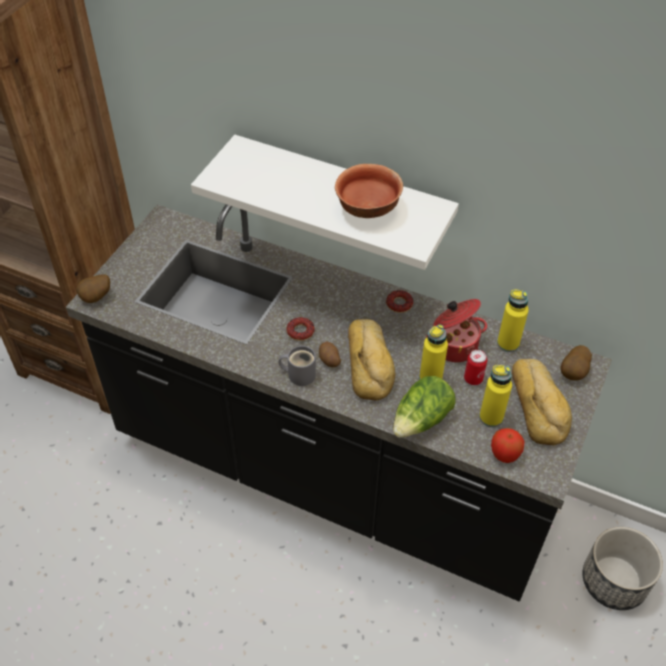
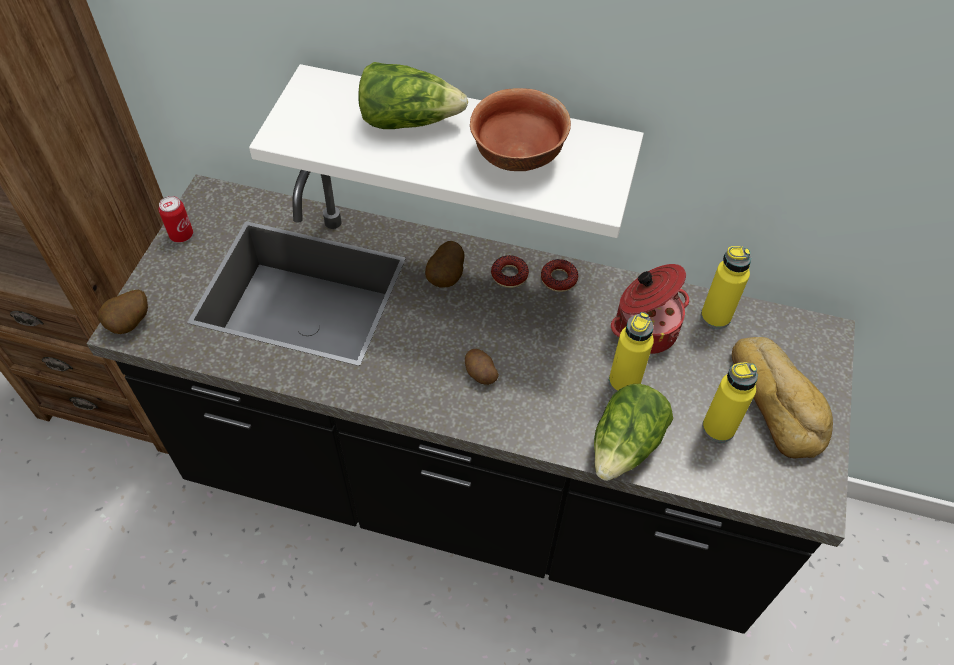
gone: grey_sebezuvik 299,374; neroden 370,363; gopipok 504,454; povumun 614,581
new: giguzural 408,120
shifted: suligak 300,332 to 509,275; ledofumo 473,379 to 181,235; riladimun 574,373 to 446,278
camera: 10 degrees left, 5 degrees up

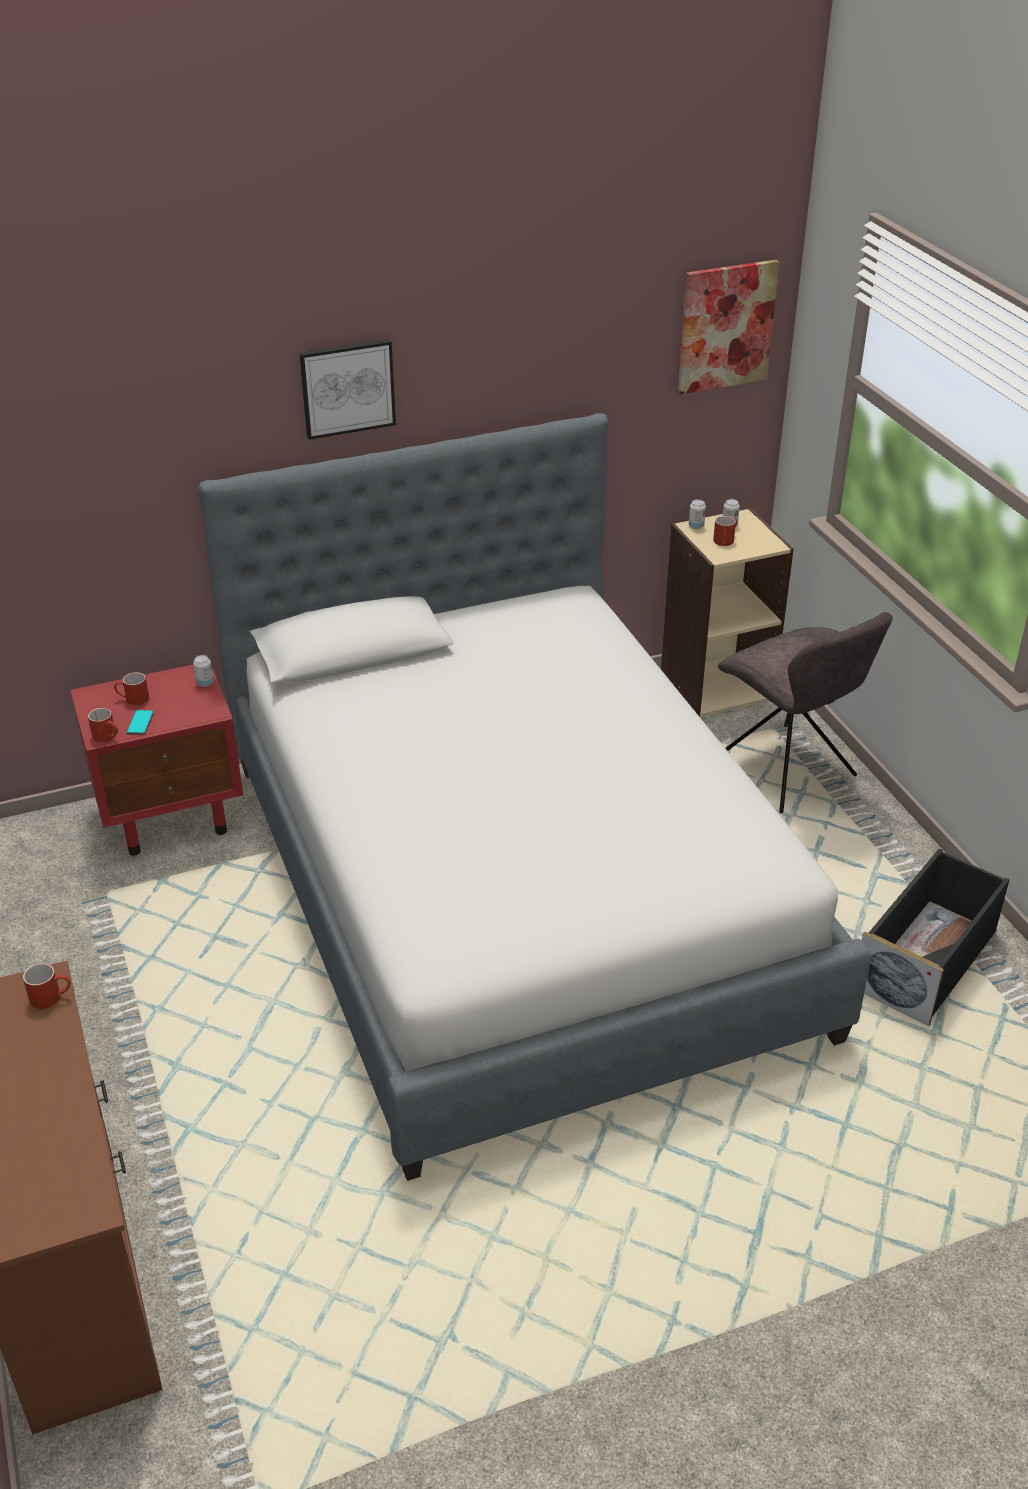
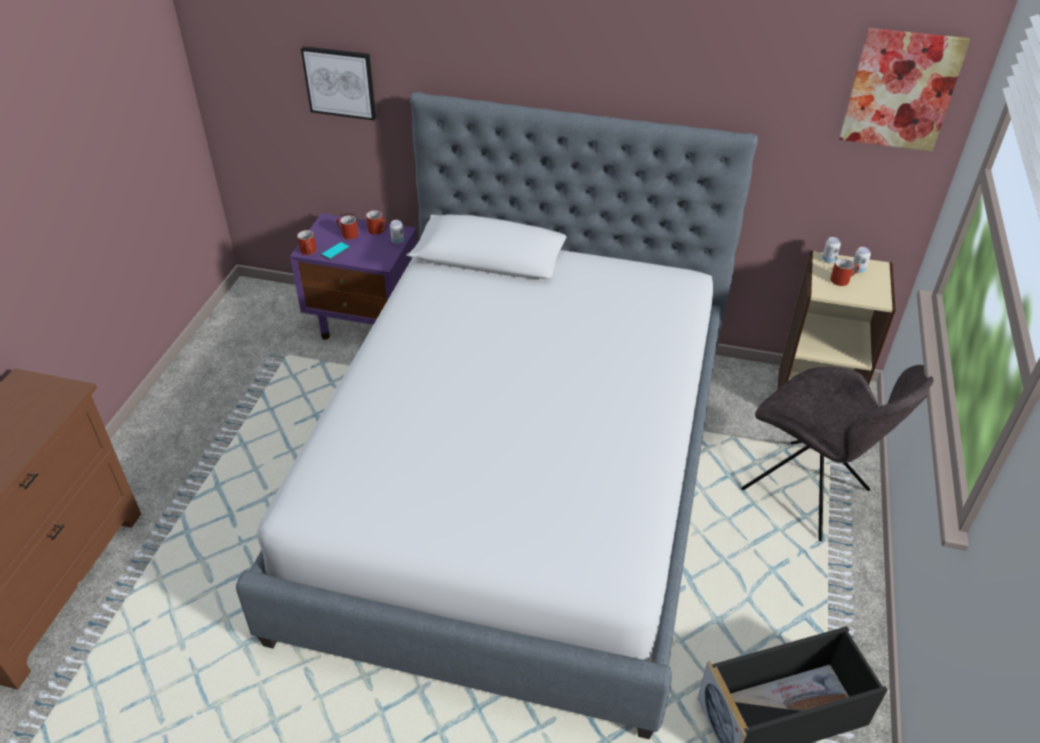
shifted: red_sebezuvik 51,996 to 379,230; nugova 347,388 to 340,82
repainted: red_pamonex 172,816 to purple_pamonex 366,324
rotated: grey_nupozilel 787,771 = 809,493 45 degrees counterclockwise
camera: 35 degrees right, 5 degrees up

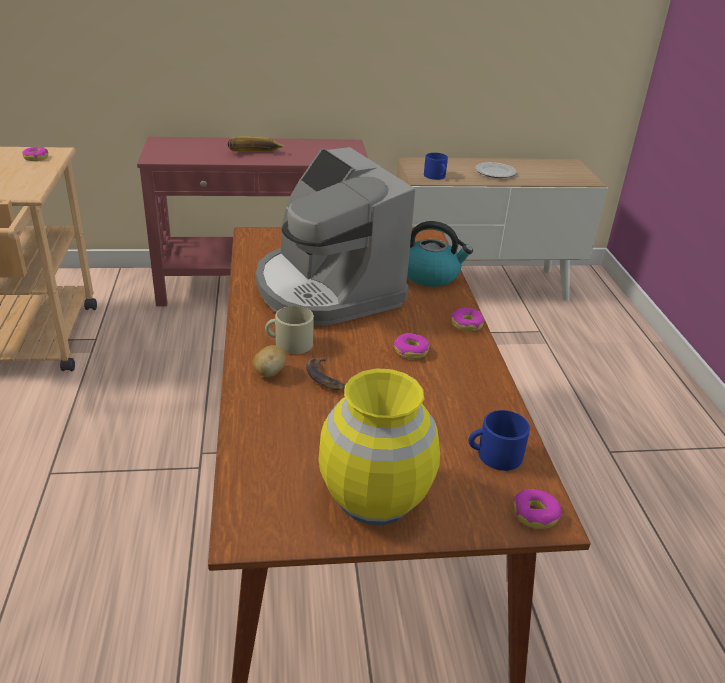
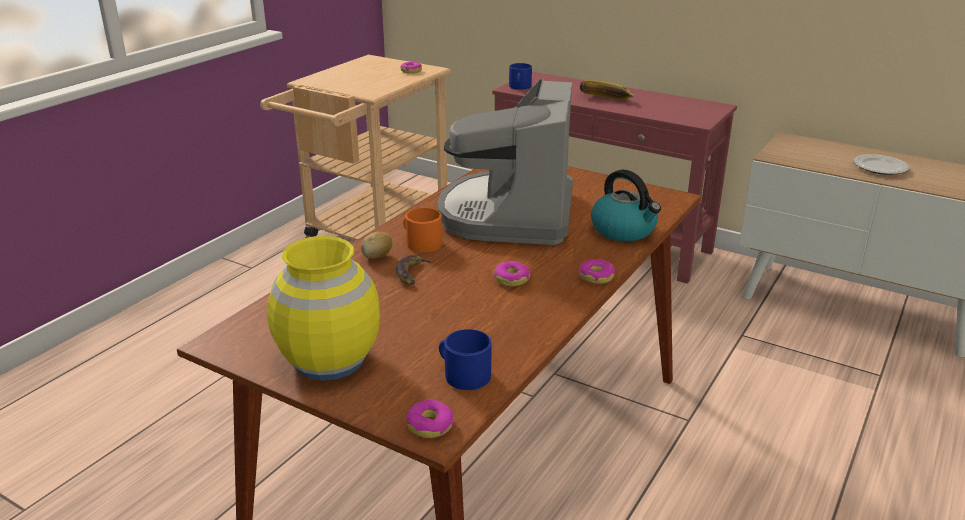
shifted: blue_sebezuvik 436,176 to 519,87
repainted: beige_sebezuvik 289,343 to orange_sebezuvik 420,242
camera: 40 degrees right, 5 degrees down

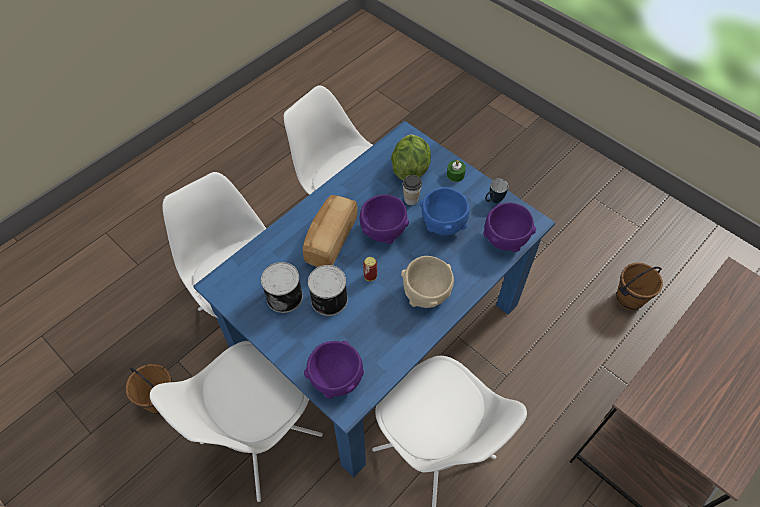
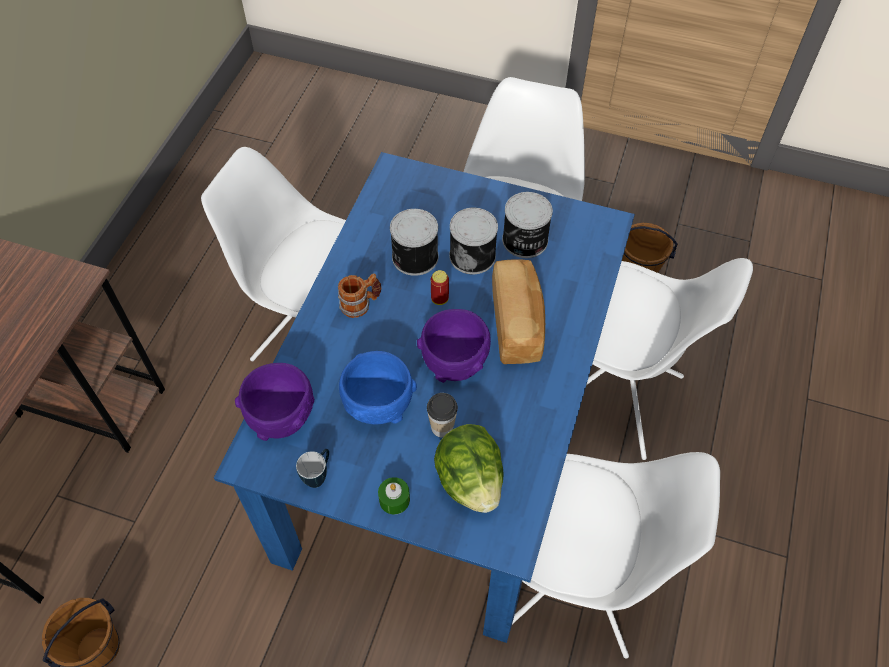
gone: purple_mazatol 336,379
new: ledofumo 413,257
swapped: beige_mazatol 426,294 to sebezuvik 361,304
camera: 155 degrees right, 0 degrees up

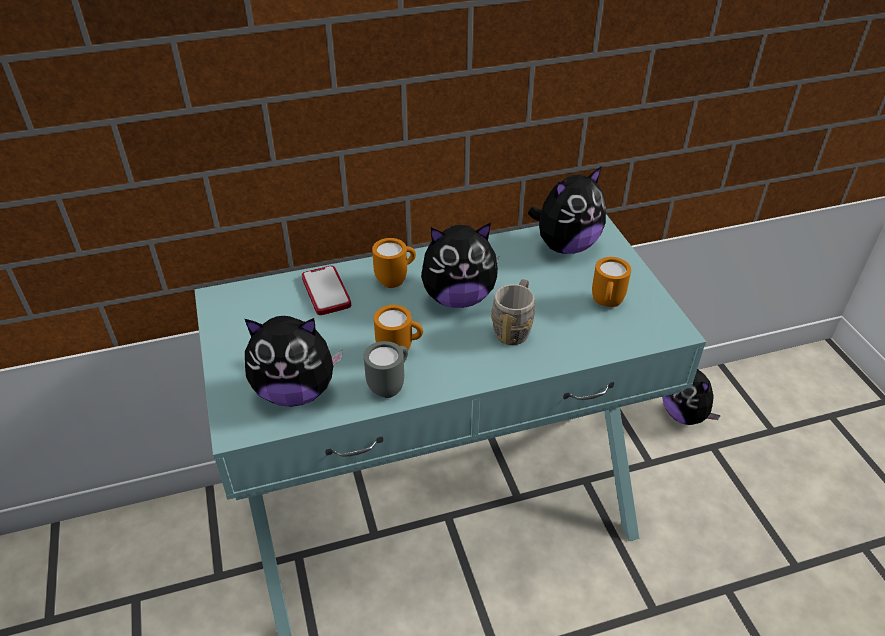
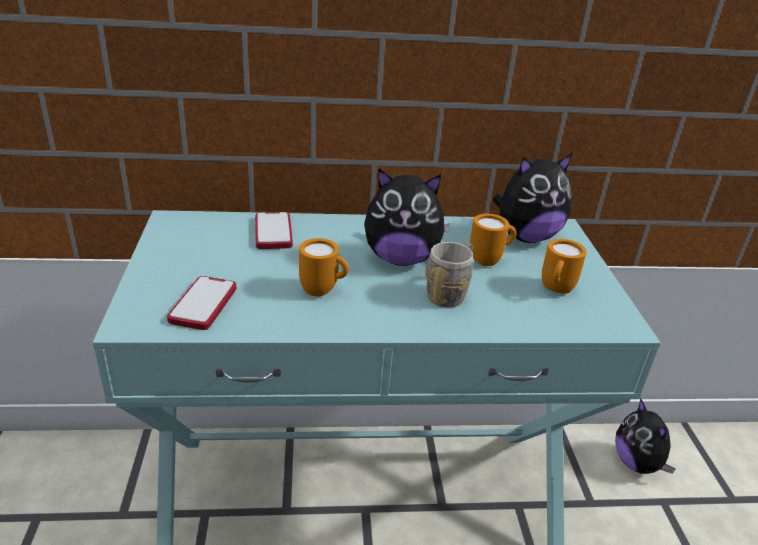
gone: grey_sebezuvik 390,386
shifted: orange_sebezuvik 396,280 to 489,260
swapped: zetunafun 295,391 to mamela 203,304
camera: 10 degrees right, 10 degrees down

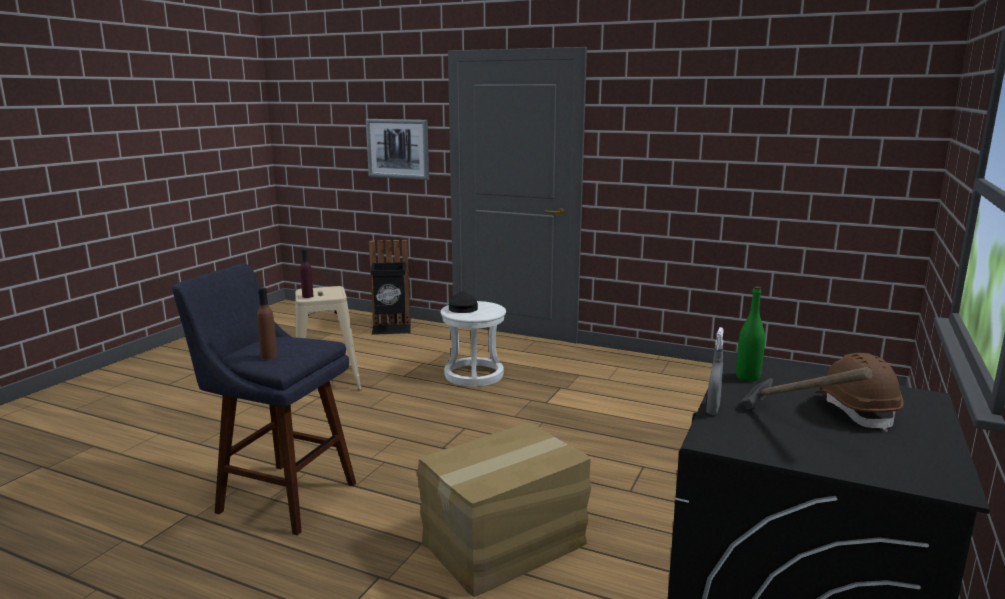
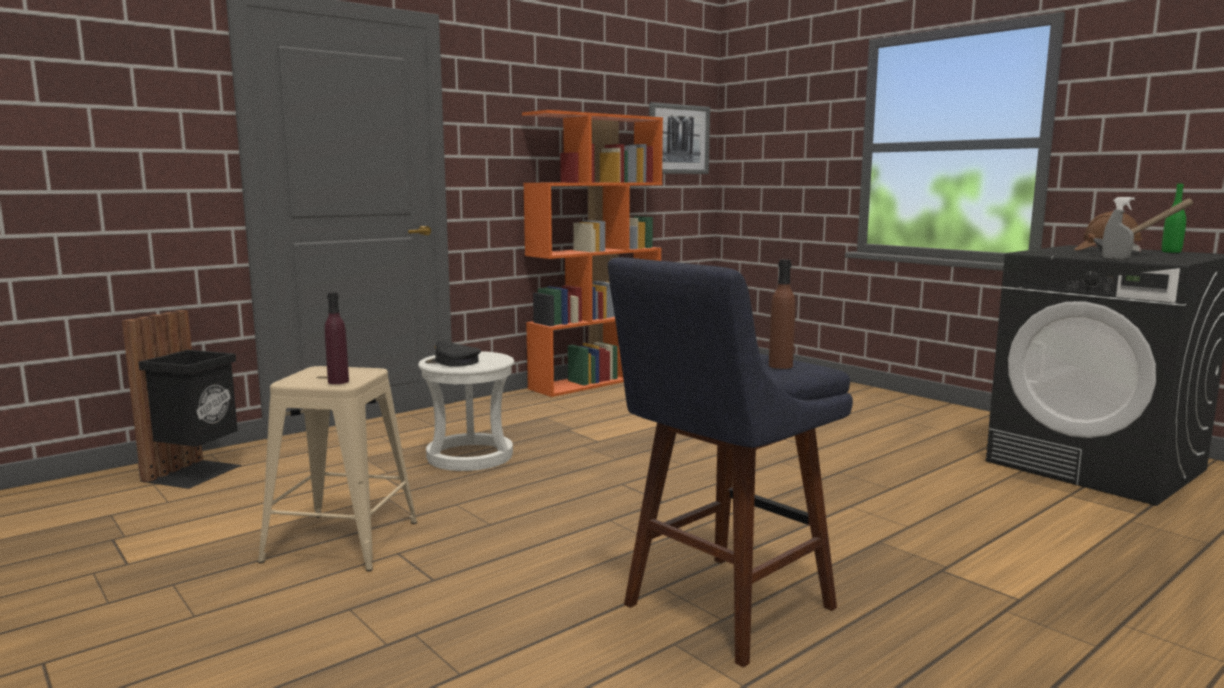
gone: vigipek 505,544
new: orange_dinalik 596,381
shifted: nugova 398,148 to 678,139; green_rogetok 747,377 to 1171,252
camera: 65 degrees left, 5 degrees down

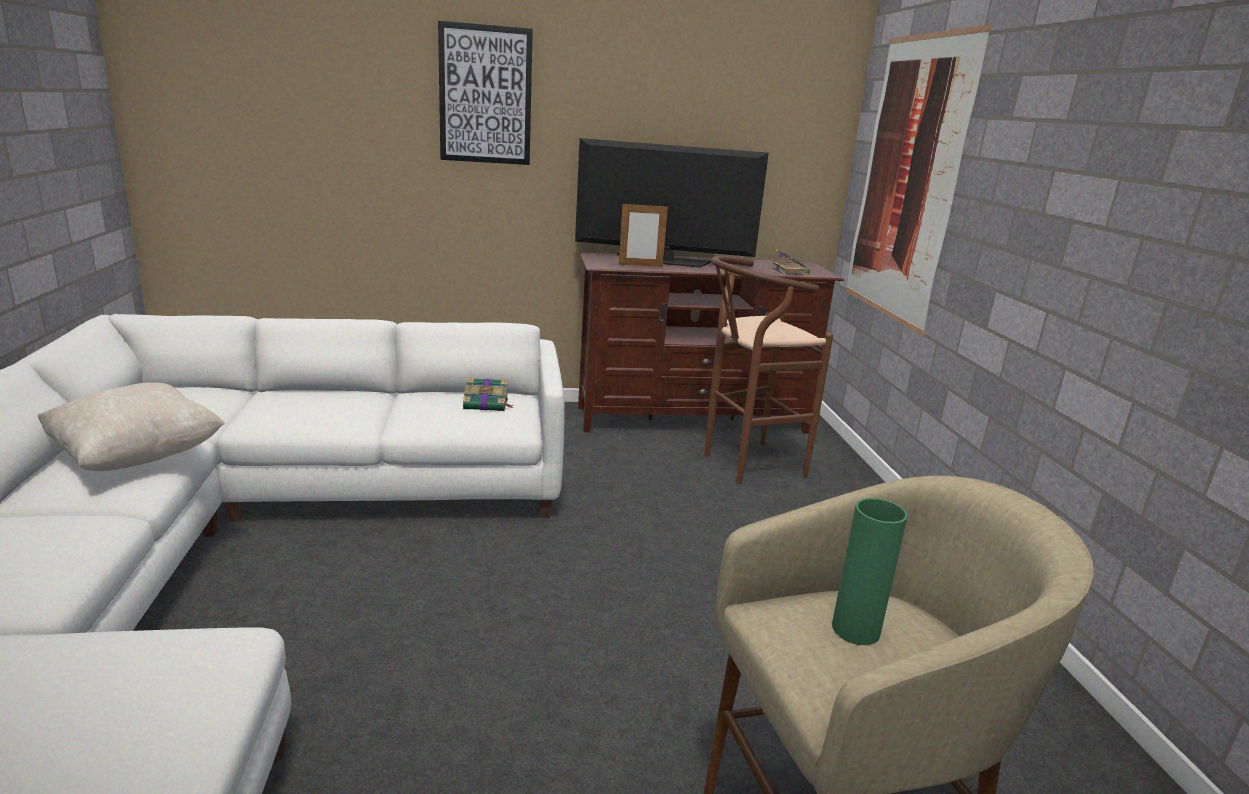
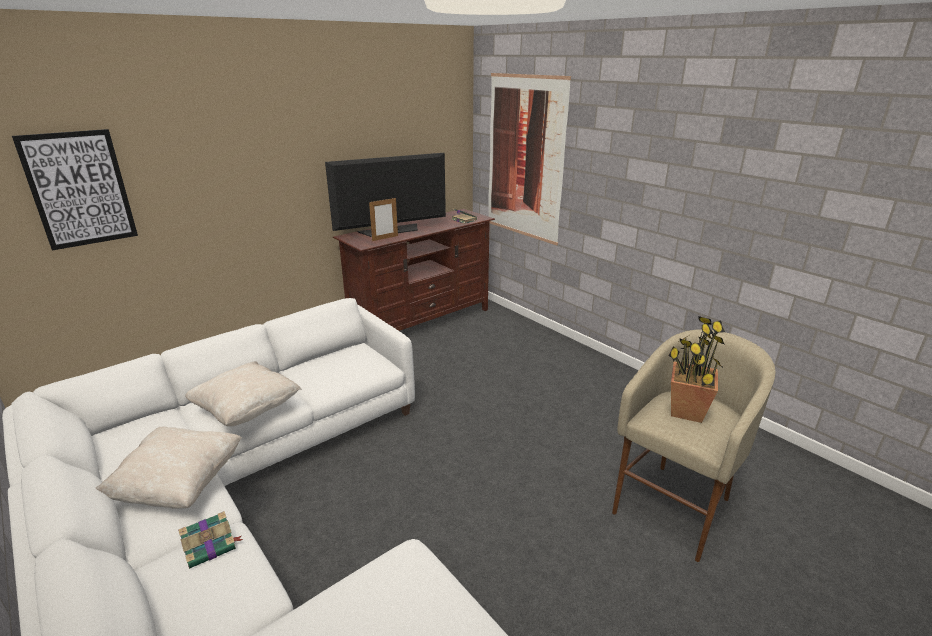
gone: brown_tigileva 744,465
new: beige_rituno 247,411
shifted: nugova 485,95 to 79,189; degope 487,404 to 211,546
swapped: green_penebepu 855,630 to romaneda 686,411
camera: 30 degrees left, 5 degrees up

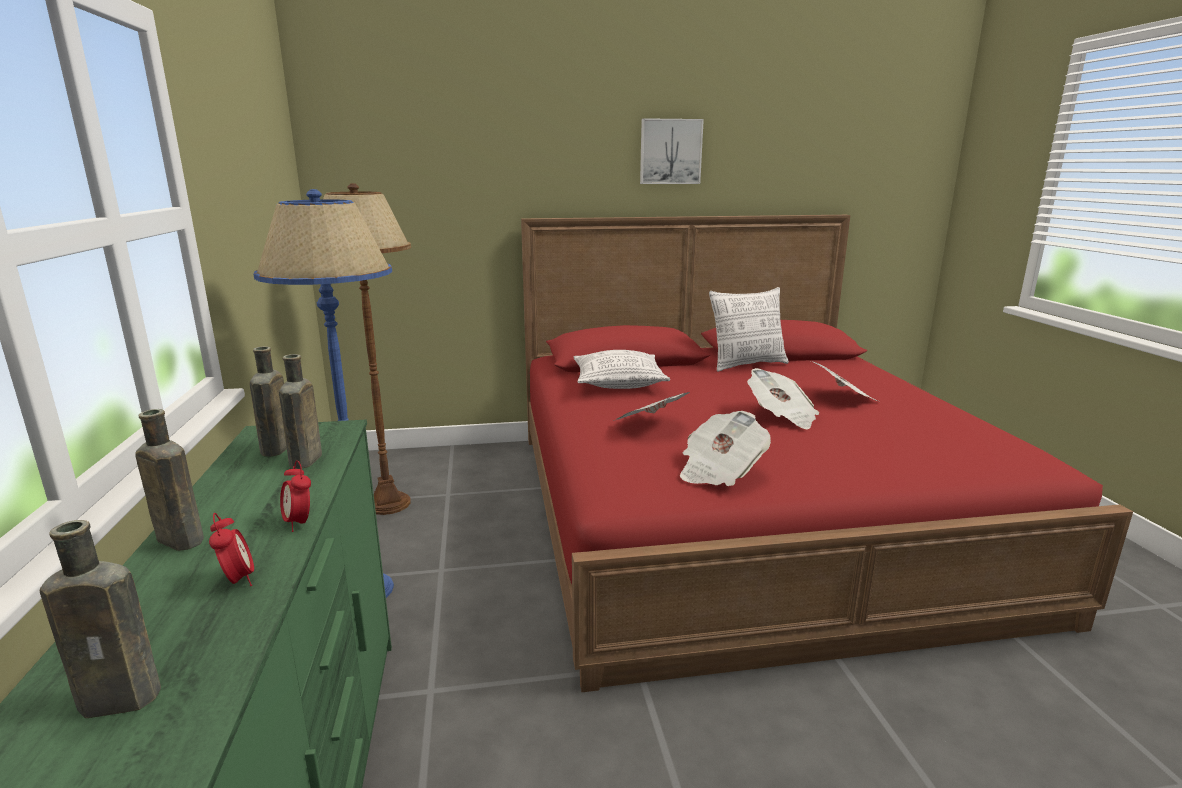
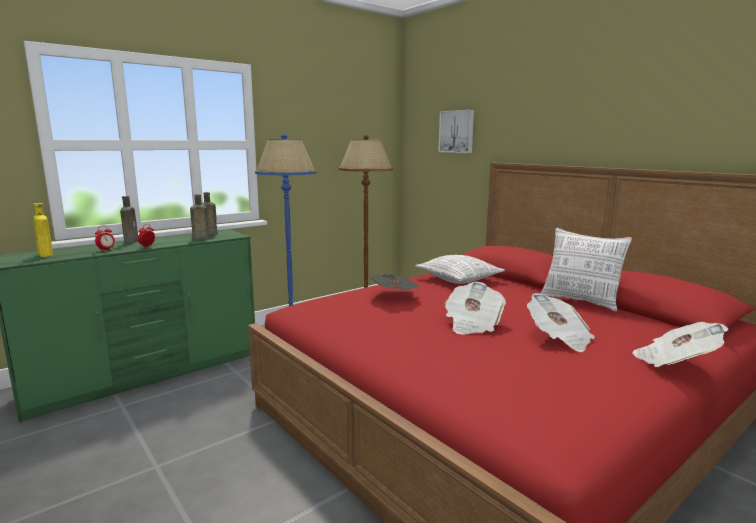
shifted: nugova 670,152 to 457,131; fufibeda 719,471 to 674,362
repainted: brown_rogetok 126,698 to yellow_rogetok 46,255
camera: 60 degrees right, 5 degrees down

